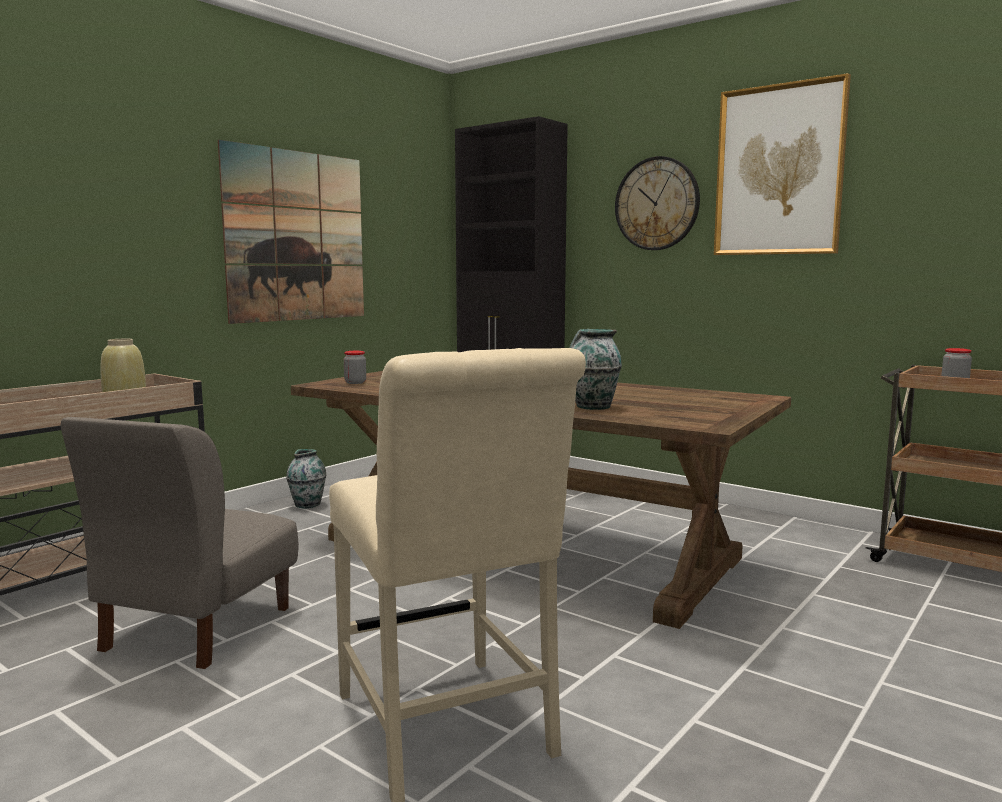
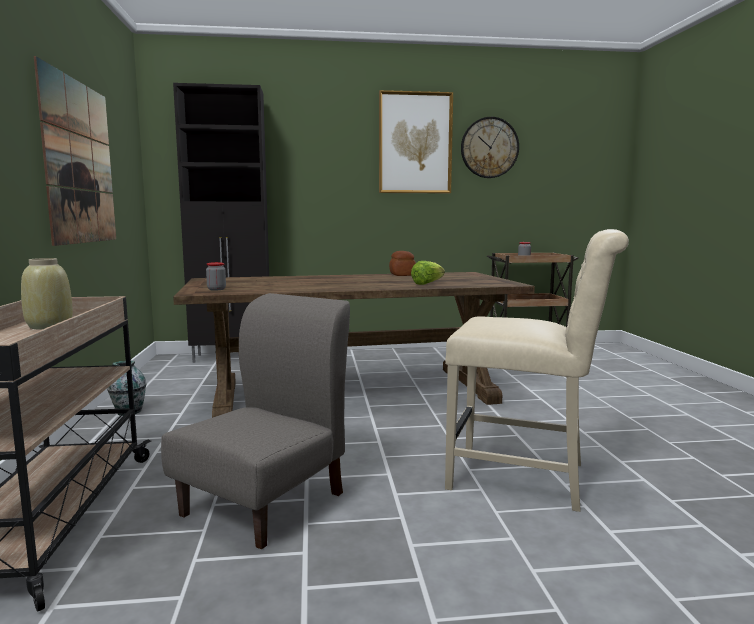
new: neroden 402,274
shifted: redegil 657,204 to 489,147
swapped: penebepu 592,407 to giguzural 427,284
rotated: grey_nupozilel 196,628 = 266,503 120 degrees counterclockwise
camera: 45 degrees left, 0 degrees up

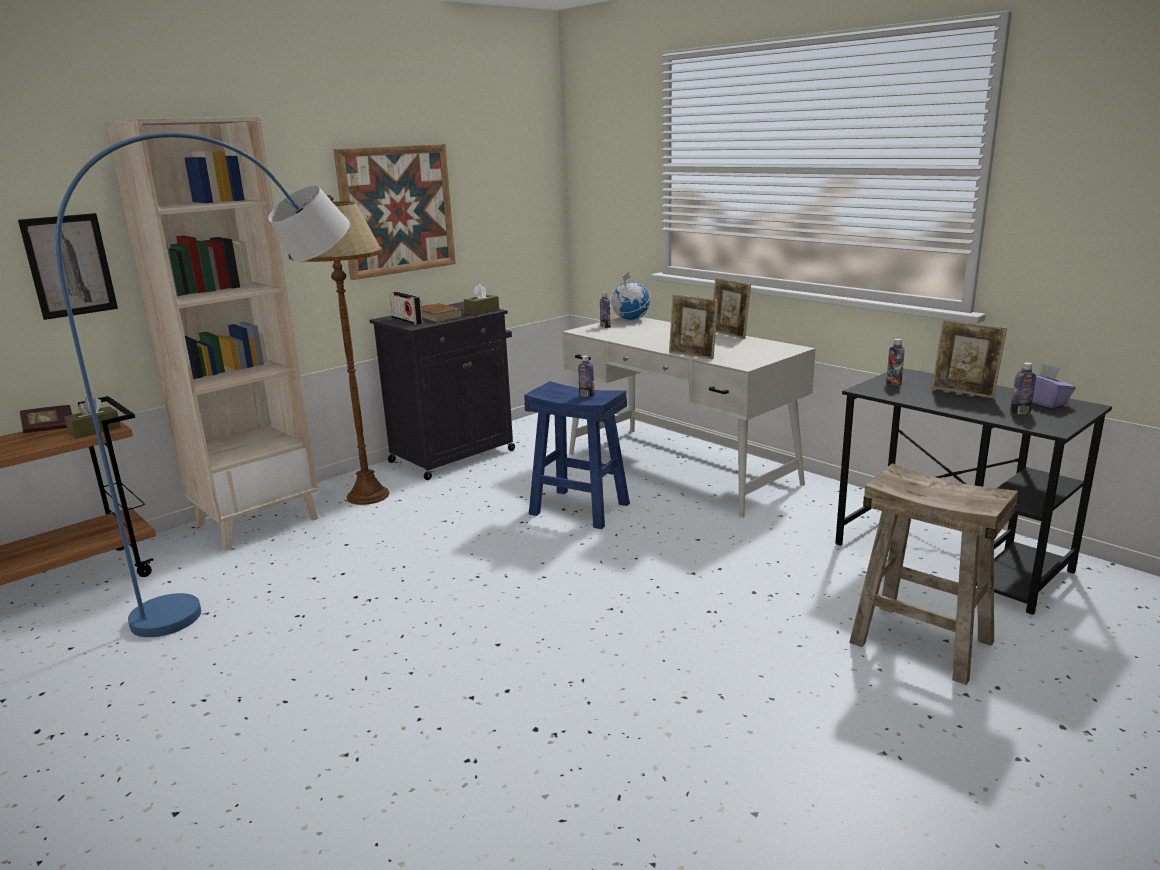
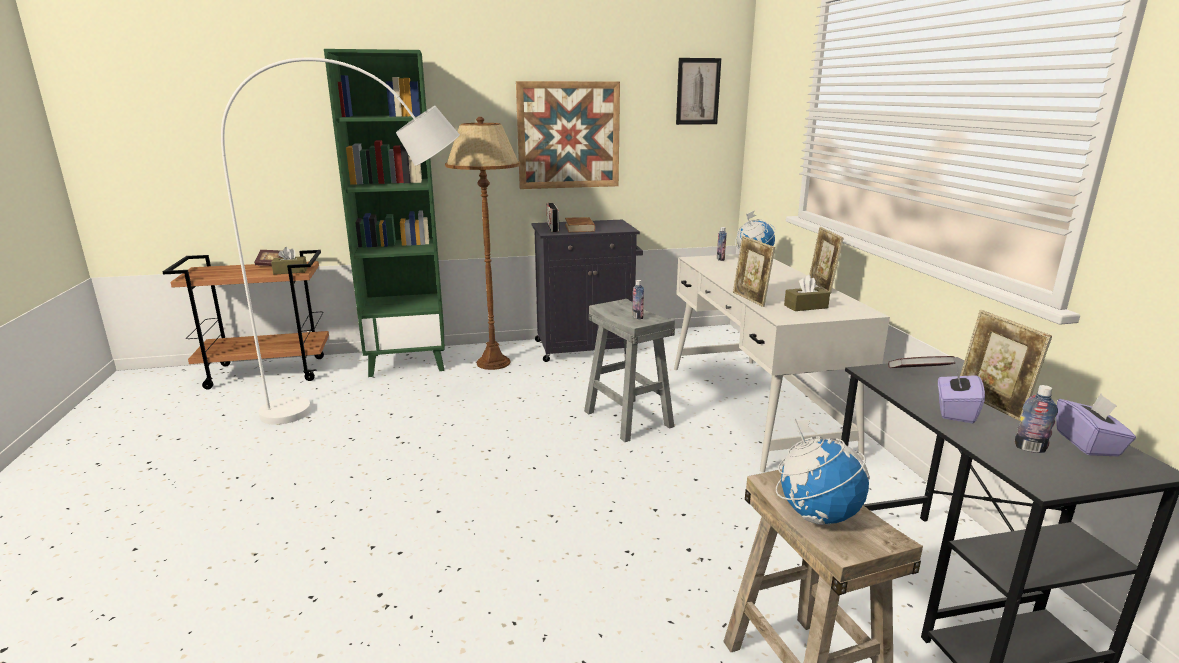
new: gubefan 817,515; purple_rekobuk 955,411
shifted: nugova 69,266 to 698,91; brown_rekobuk 482,311 to 806,306
swapped: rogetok 893,383 to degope 918,373
repainted: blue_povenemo 278,570 to white_povenemo 378,401; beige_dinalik 257,521 to green_dinalik 408,362; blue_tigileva 579,509 to grey_tigileva 627,418
camera: 30 degrees right, 0 degrees up

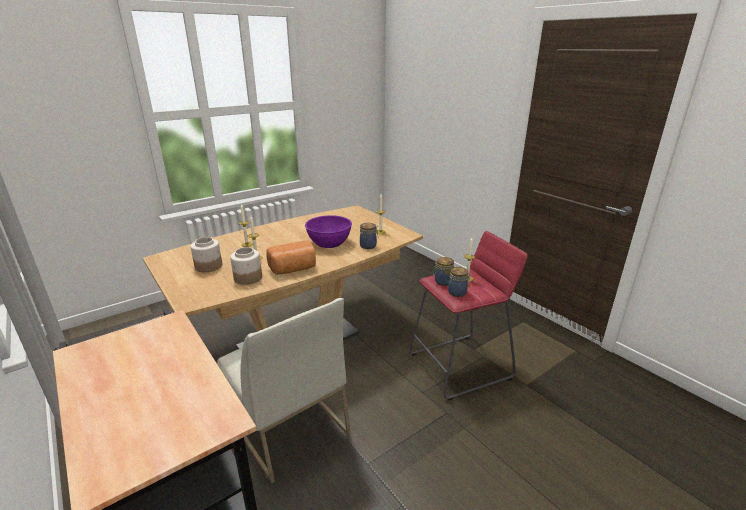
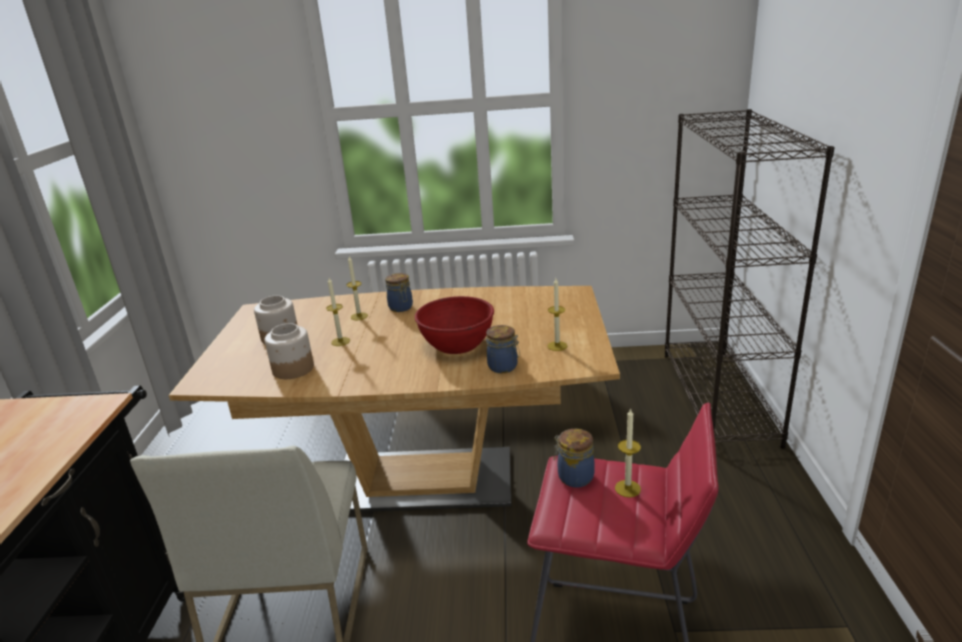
gone: neroden 293,269
new: black_dinalik 719,397
shifted: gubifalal 458,293 to 401,308
repainted: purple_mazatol 329,243 to red_mazatol 457,344
camera: 40 degrees right, 0 degrees up

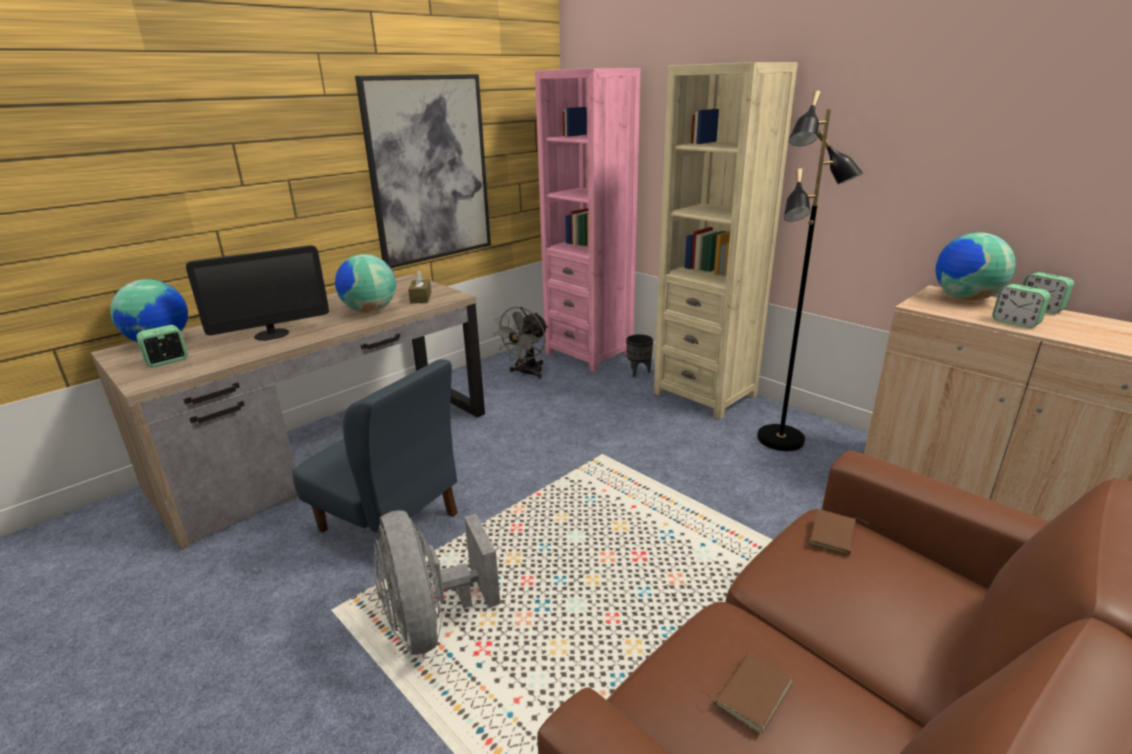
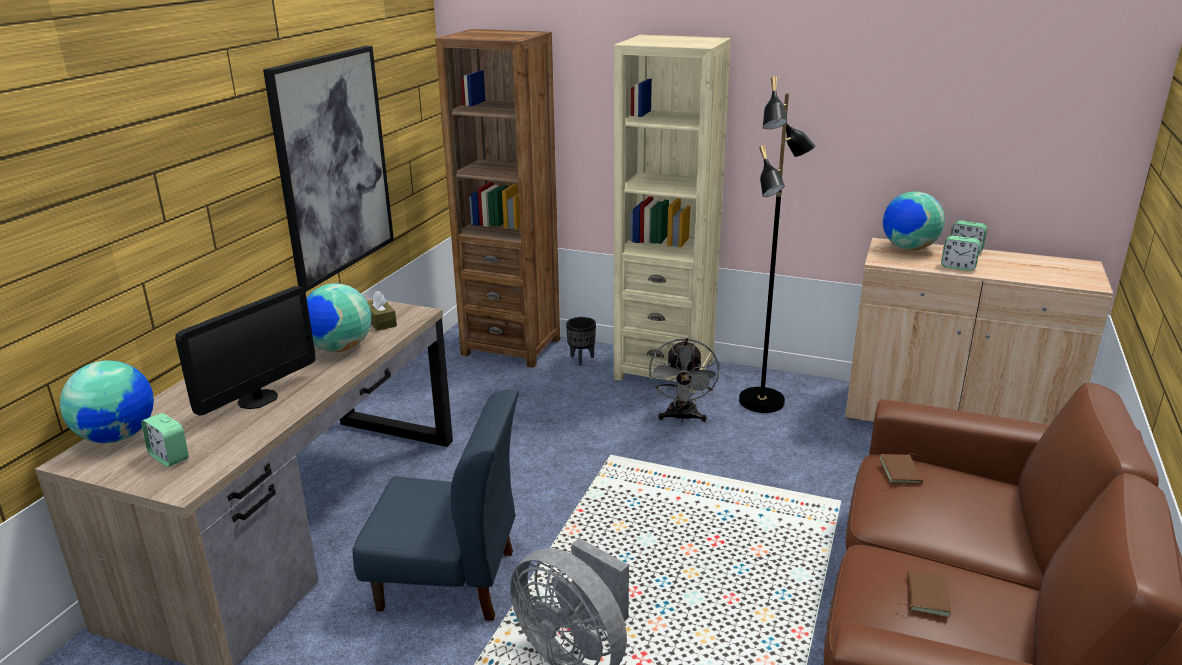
shifted: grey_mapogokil 526,373 to 682,418
repainted: pink_dinalik 589,353 to brown_dinalik 511,347
rotated: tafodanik 167,361 = 169,457 75 degrees counterclockwise
camera: 25 degrees left, 0 degrees up

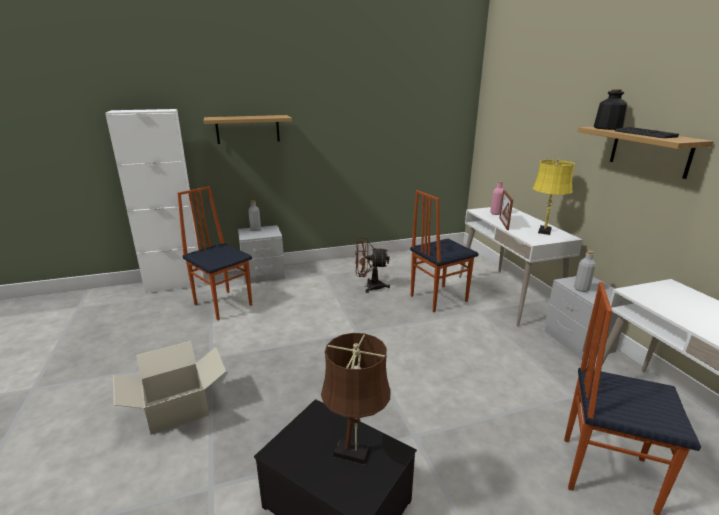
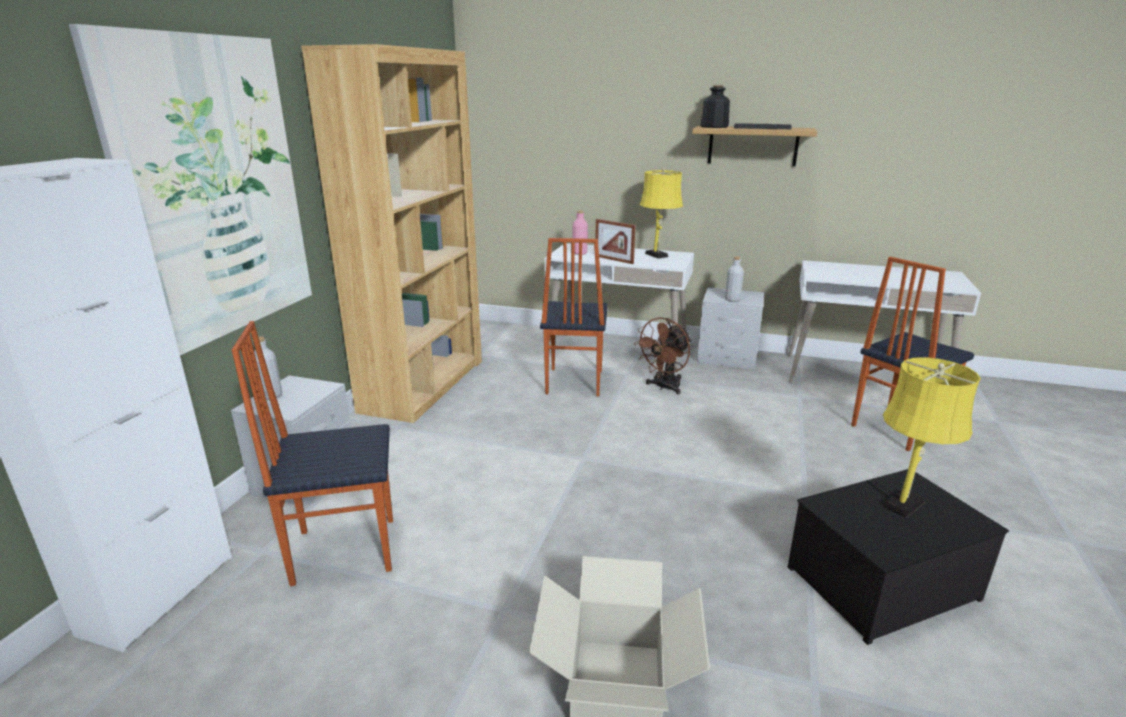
new: brown_dinalik 424,385
shifted: brown_mapogokil 369,286 to 664,387
swapped: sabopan 248,129 to nugova 214,190
repainted: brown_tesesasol 355,454 to yellow_tesesasol 906,502
camera: 55 degrees left, 0 degrees up

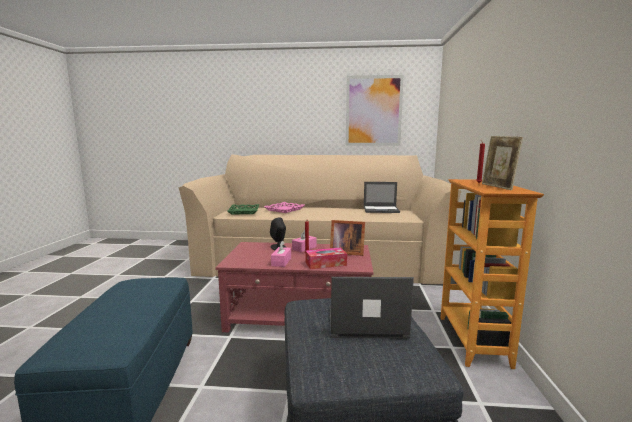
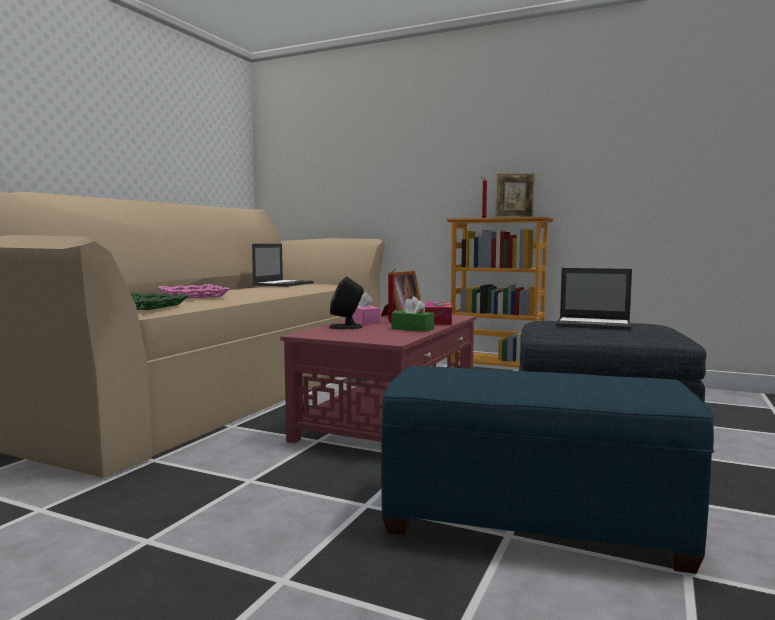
gone: nugova 373,111
repainted: pink_rekobuk 281,262 to green_rekobuk 412,329
rotated: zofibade 365,322 = 594,324 90 degrees counterclockwise
camera: 70 degrees left, 5 degrees down

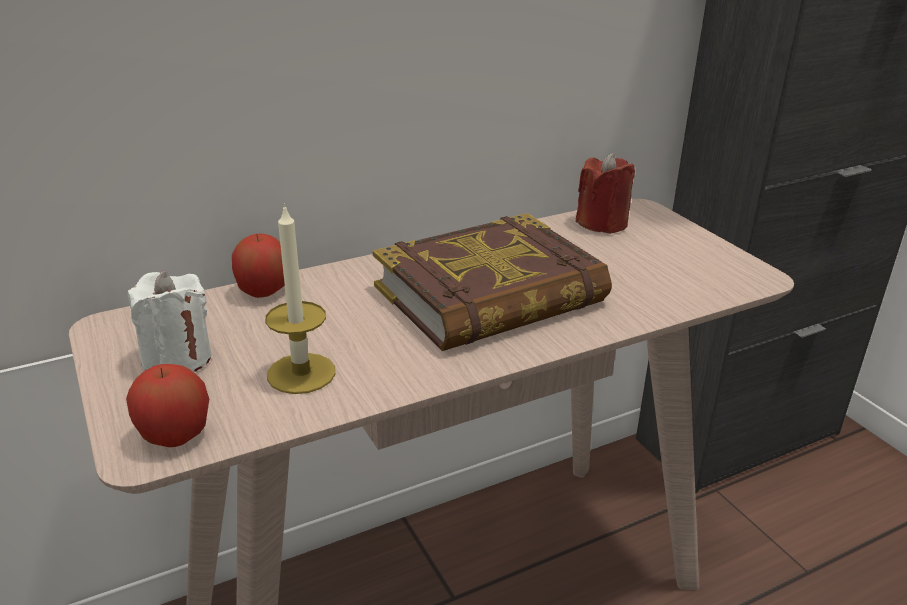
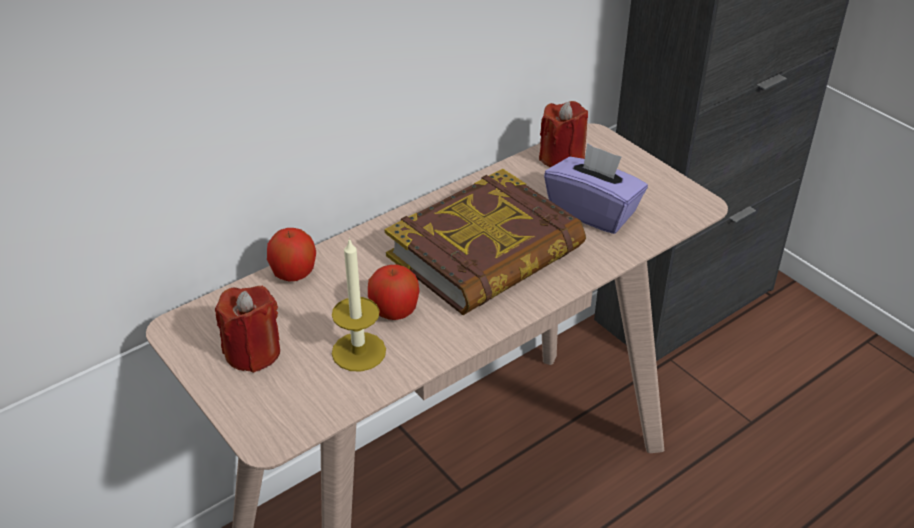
new: purple_rekobuk 593,212
shifted: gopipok 175,435 to 394,311
repainted: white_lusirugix 177,359 to red_lusirugix 253,352
camera: 10 degrees left, 10 degrees up

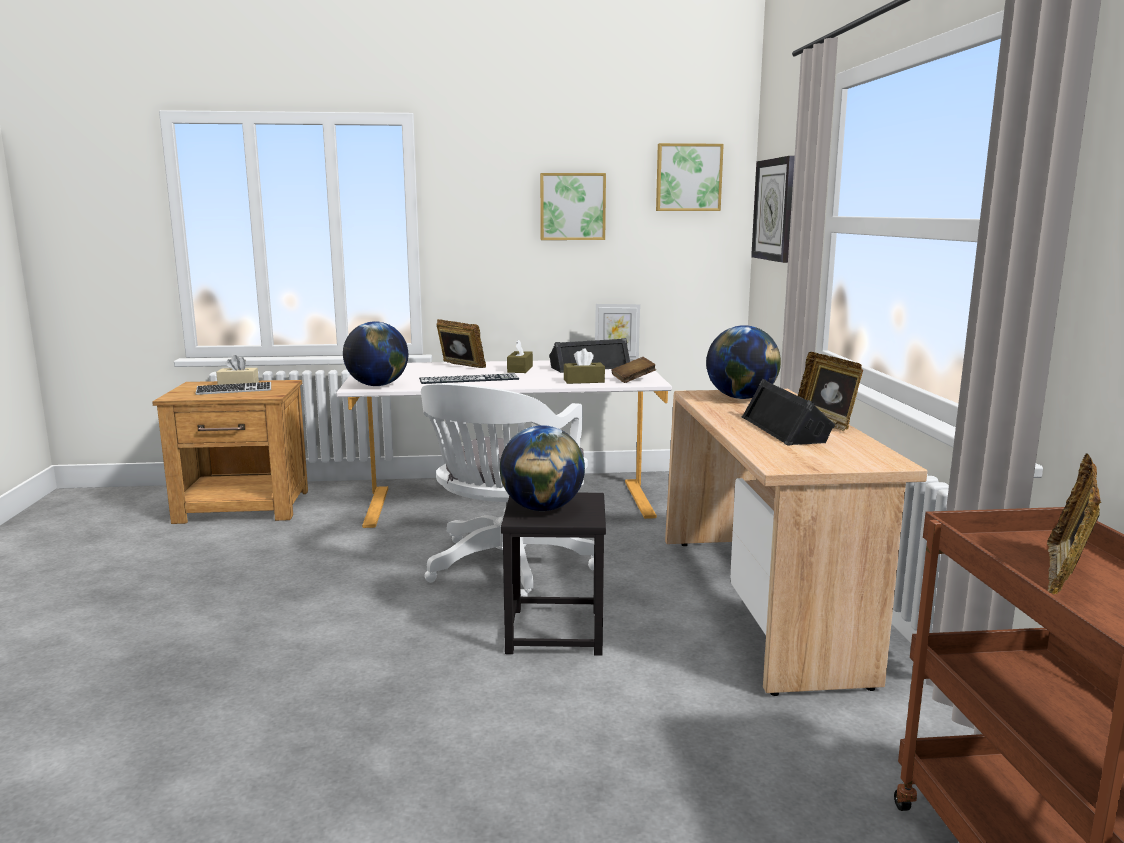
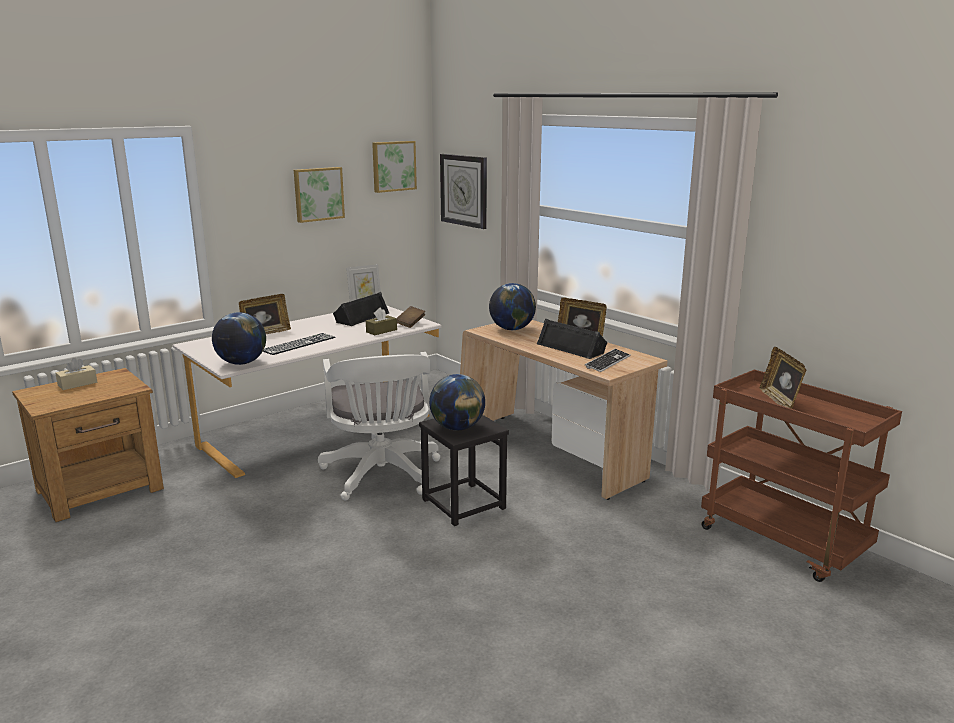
gone: brown_rekobuk 520,369
shifted: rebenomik 234,390 to 608,362
rotated: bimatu 460,366 = 266,333 135 degrees clockwise
camera: 35 degrees left, 5 degrees up

